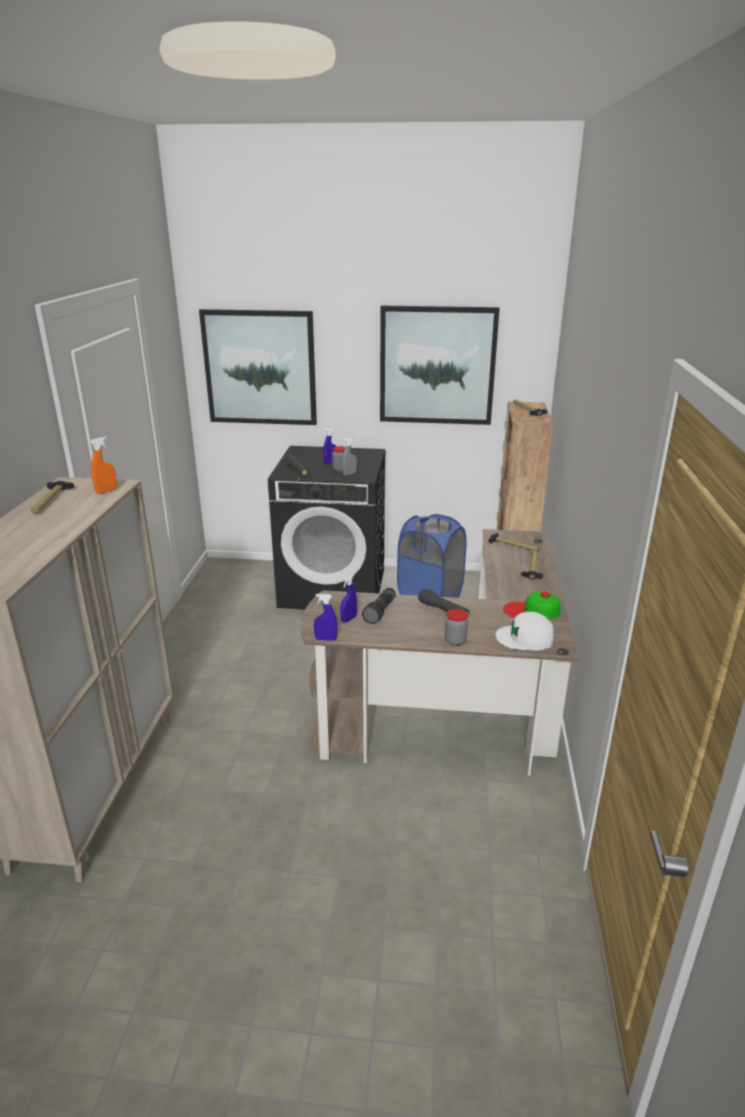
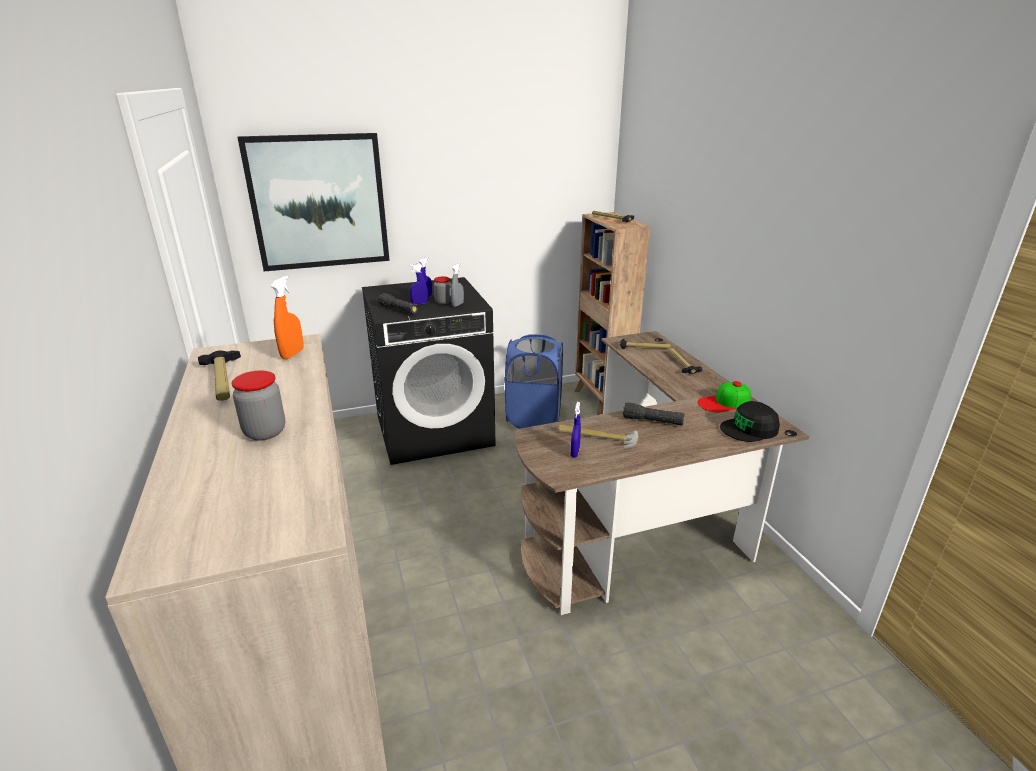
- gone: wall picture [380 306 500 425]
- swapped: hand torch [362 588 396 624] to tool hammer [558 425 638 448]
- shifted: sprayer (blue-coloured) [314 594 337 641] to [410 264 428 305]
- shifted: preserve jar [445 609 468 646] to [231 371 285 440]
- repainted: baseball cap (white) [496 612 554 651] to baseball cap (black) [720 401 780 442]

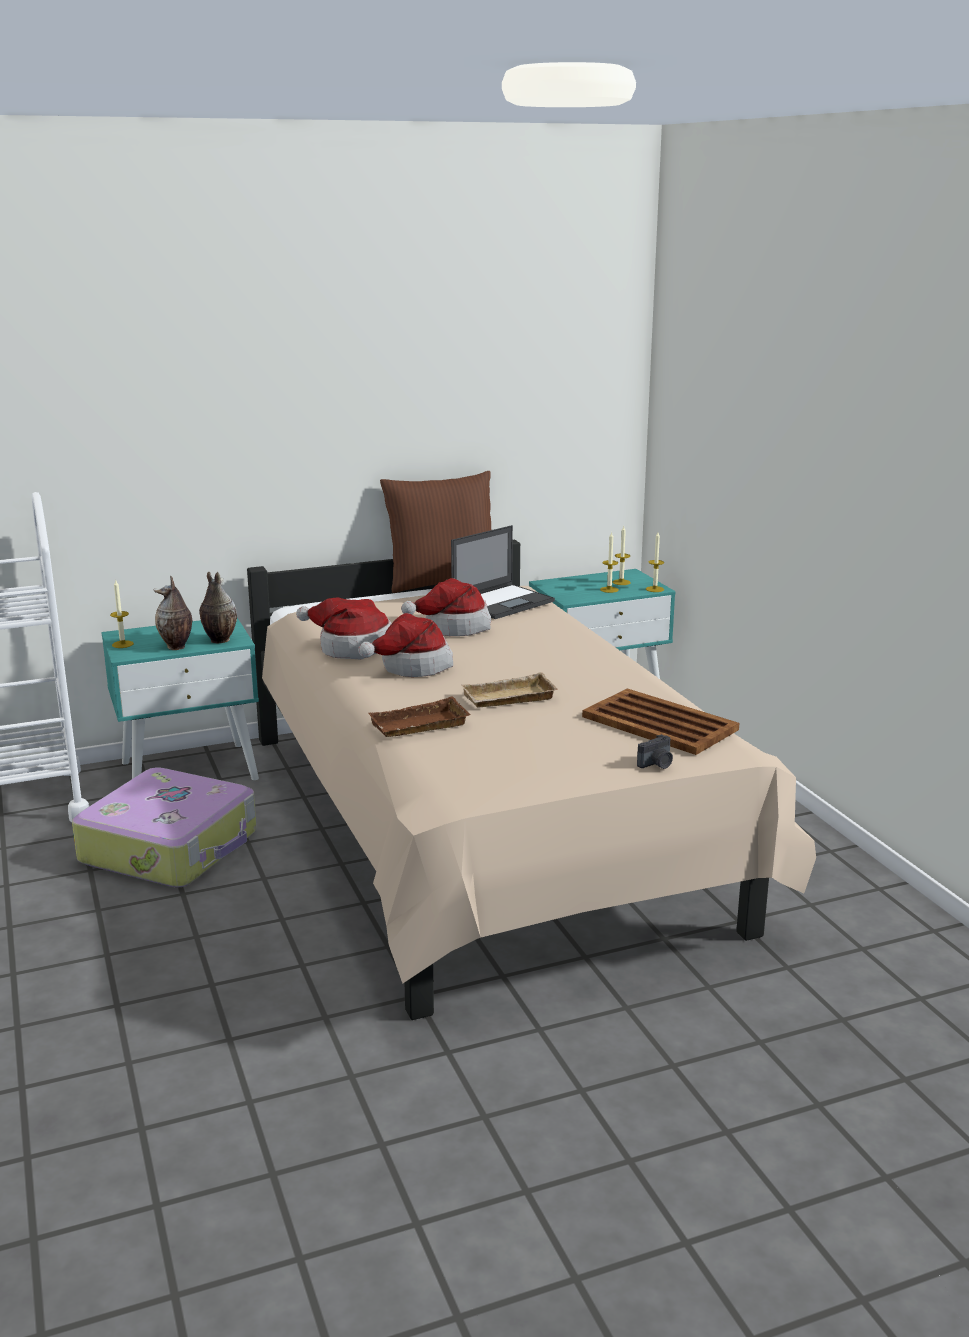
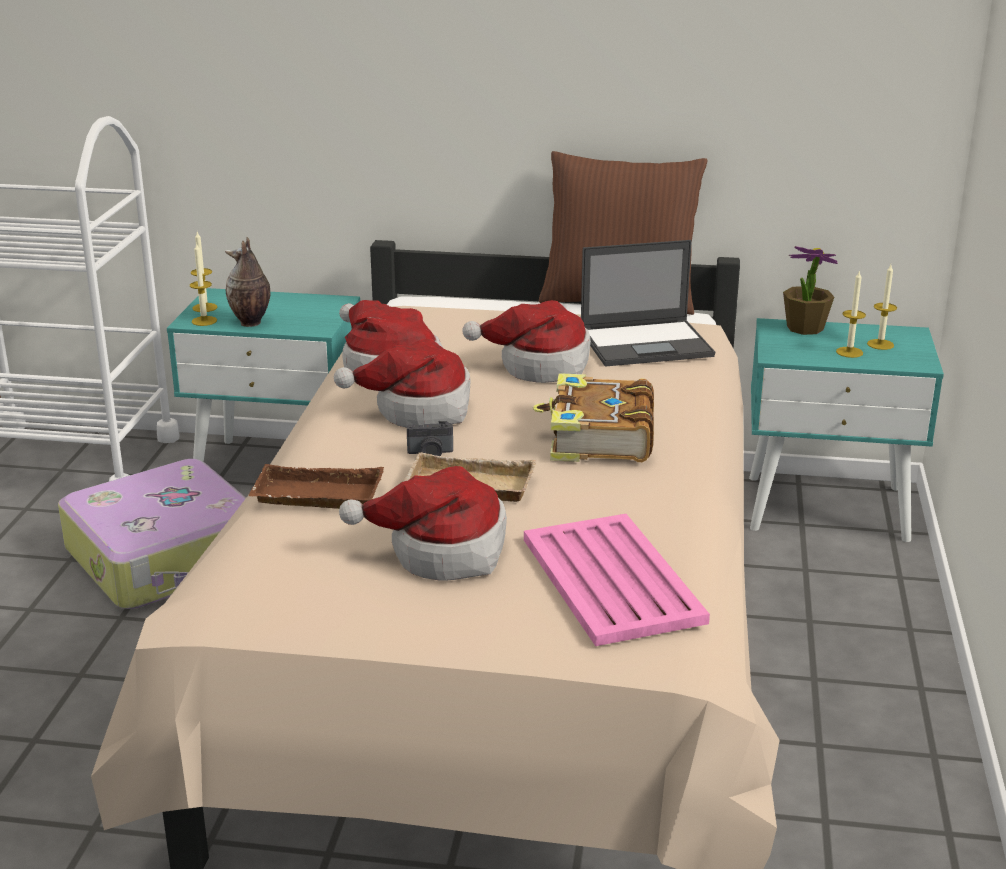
- shifted: candle [646 532 664 592] to [190 242 217 326]
- gone: vase [199 572 237 643]
- repainted: carrying tray (brown) [582 688 739 755] to carrying tray (pinkish) [524 514 710 646]
- shifted: photo camera [637 734 673 769] to [407 421 453 456]
- new: plant in a pot [783 246 838 335]
- new: book [533 373 654 462]
- new: clothing hat [339 466 507 581]

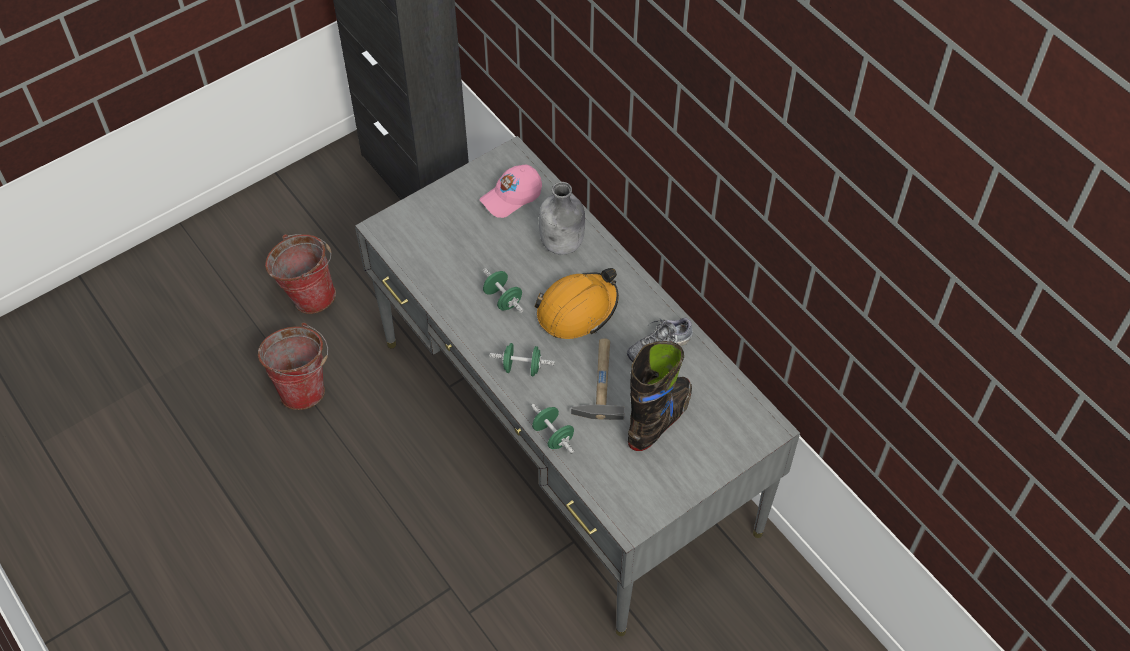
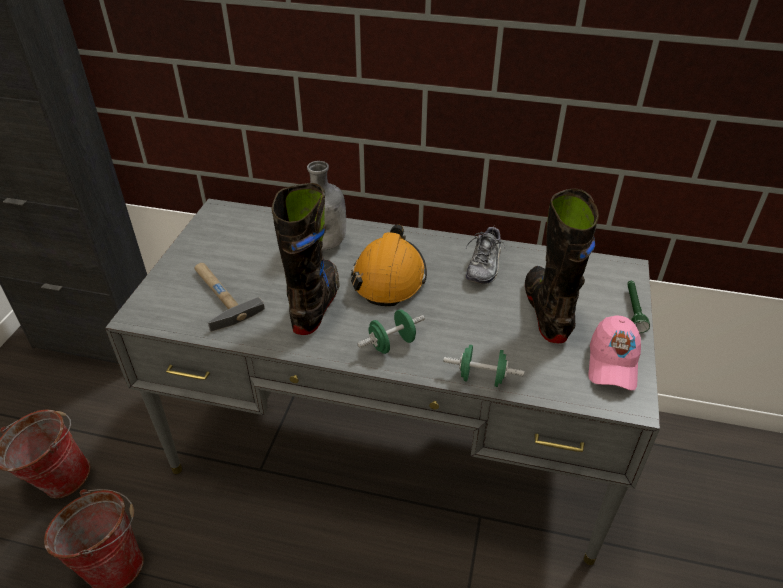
- shifted: baseball cap (pinkish) [480 165 542 218] to [588 316 641 391]
- swapped: hand weight (greenish) [483 268 524 313] to tall boot (black) [272 183 340 335]
- shifted: tool hammer [571 338 625 420] to [194 263 265 332]
- new: hand torch (greenish) [627 281 650 333]

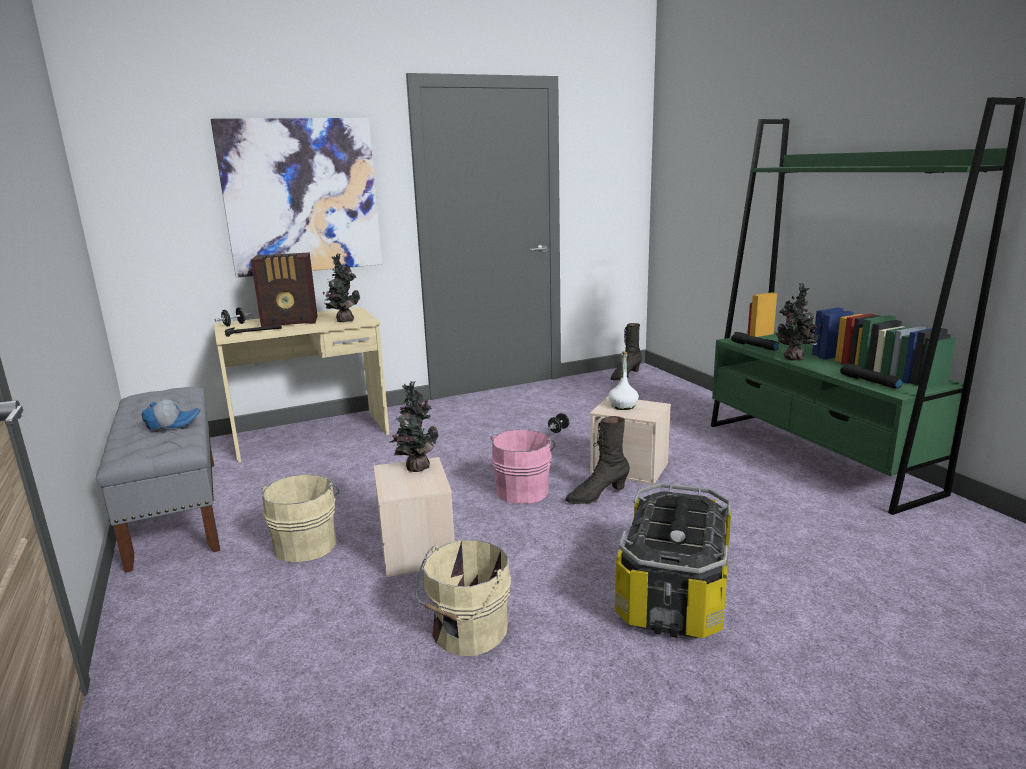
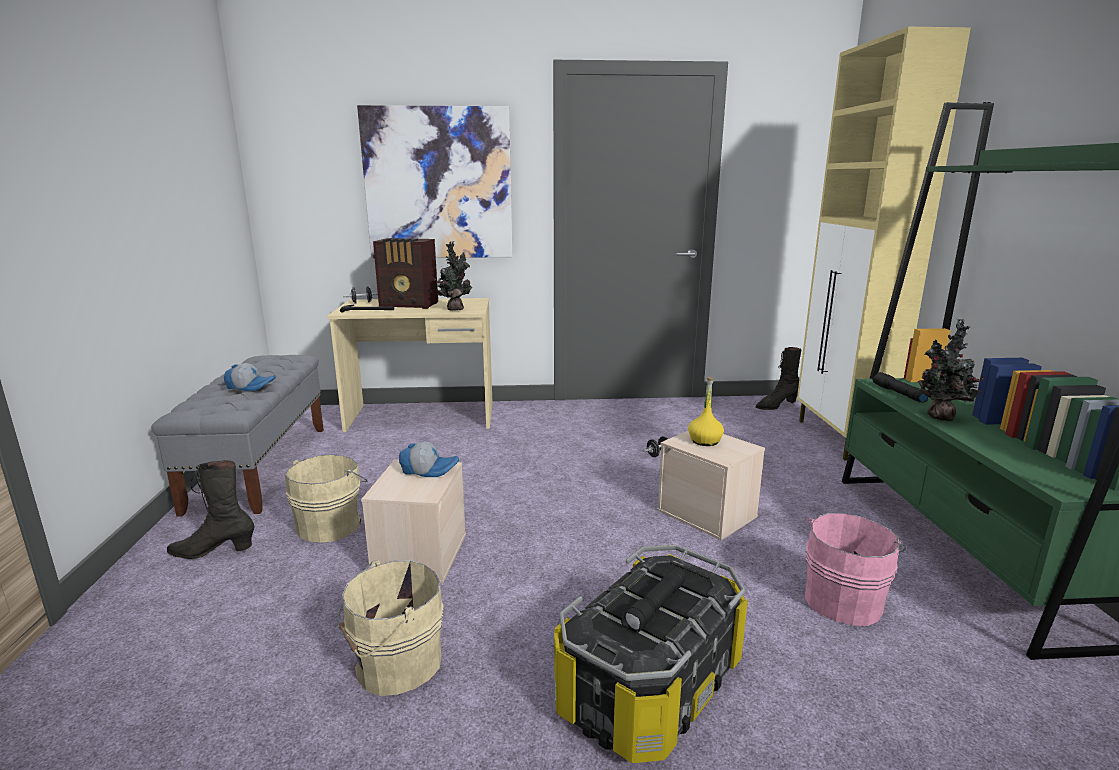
- repainted: drink bottle (white) [609 351 639 410] to drink bottle (yellow) [688 377 724 446]
- gone: hand torch (black) [840 363 902 389]
- swapped: plant in a pot [389 381 439 472] to baseball cap [399 441 459 477]
- shifted: tall boot (black) [565 416 630 504] to [167 460 254 559]
- shifted: water bucket (pinkish) [490 429 555 504] to [805 513 907 626]
- new: cupboard (beige-coloured) [797 27 971 460]

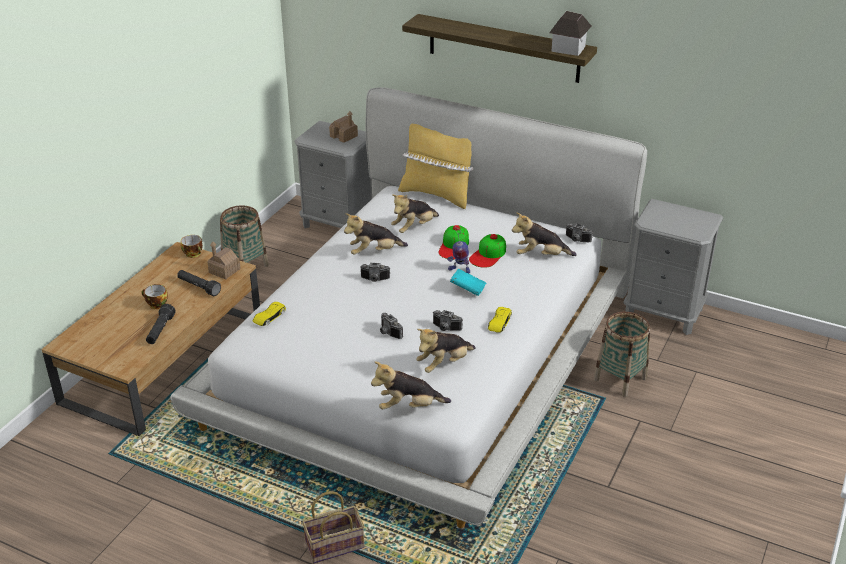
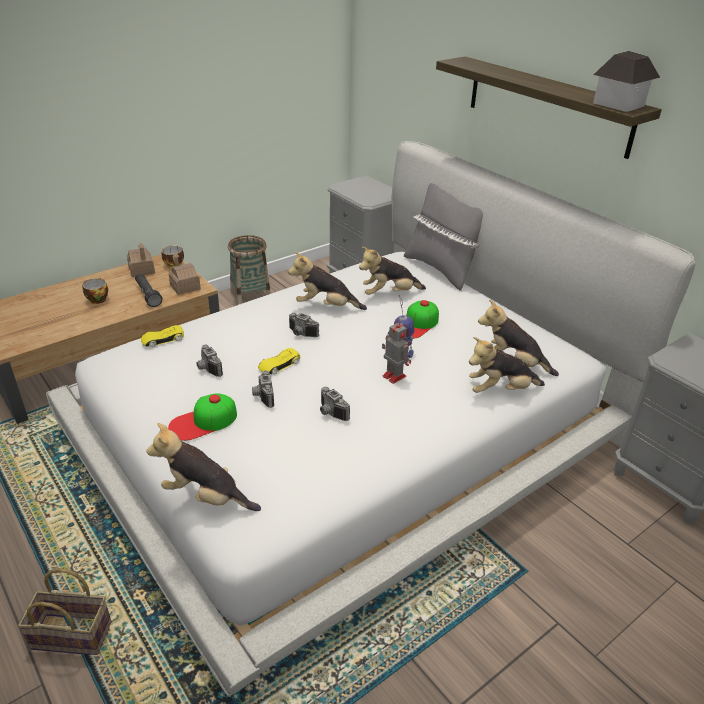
- shifted: toy house [329 111 358 143] to [127 243 155 277]
- repainted: pillow (yellow) [398 123 473 209] to pillow (greyish) [404 183 483 291]
- shifted: photo camera [566 223 593 242] to [196 345 223 377]
- shifted: baseball cap [469 234 506 268] to [168 393 237 441]
- swapped: book (turquoise) [450 269 486 296] to toy robot [382 319 411 384]
- gone: hand torch (black) [146 304 176 344]
- shifted: model car (yellow) [488 307 512 333] to [258 348 300 375]
- gone: storage basket [594 312 650 397]
- shifted: soft toy [416 329 476 373] to [469 337 545 393]

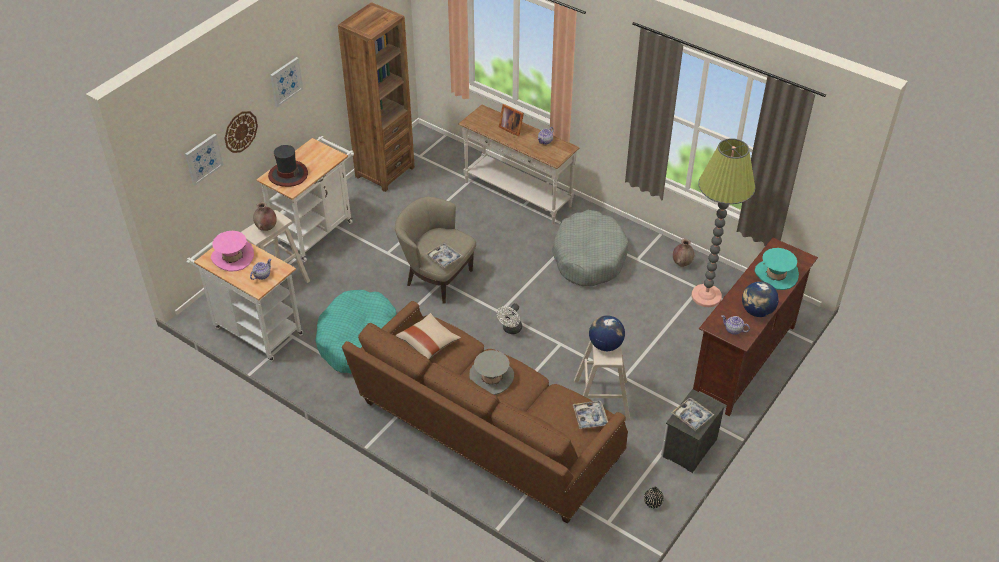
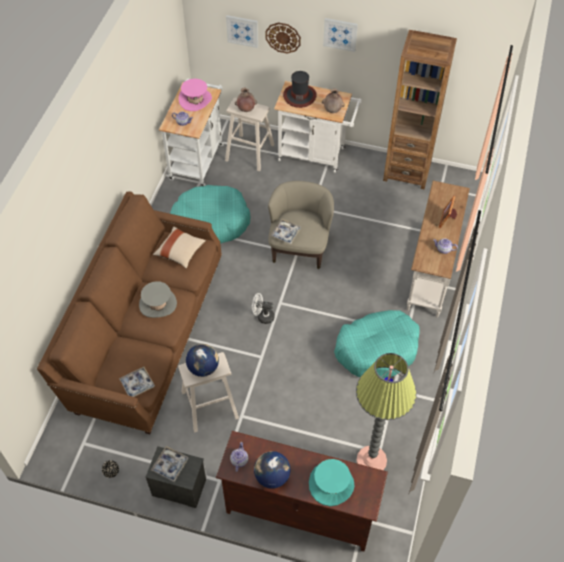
- repainted: dog bed (greyish) [552 210 629 286] to dog bed (turquoise) [334 310 420 378]
- shifted: vase (brown) [673 239 695 267] to [322 88 345 113]

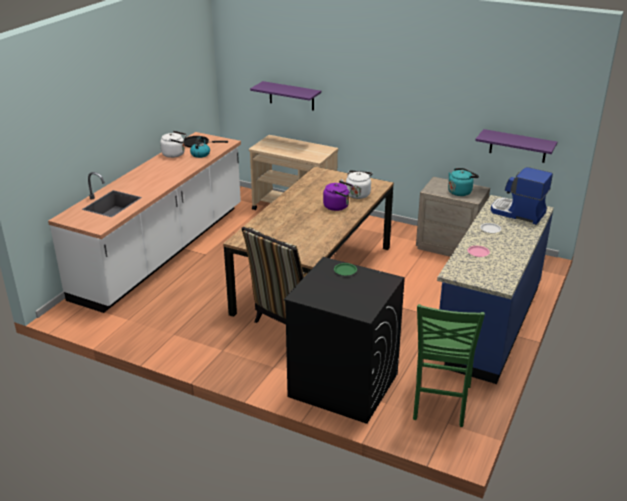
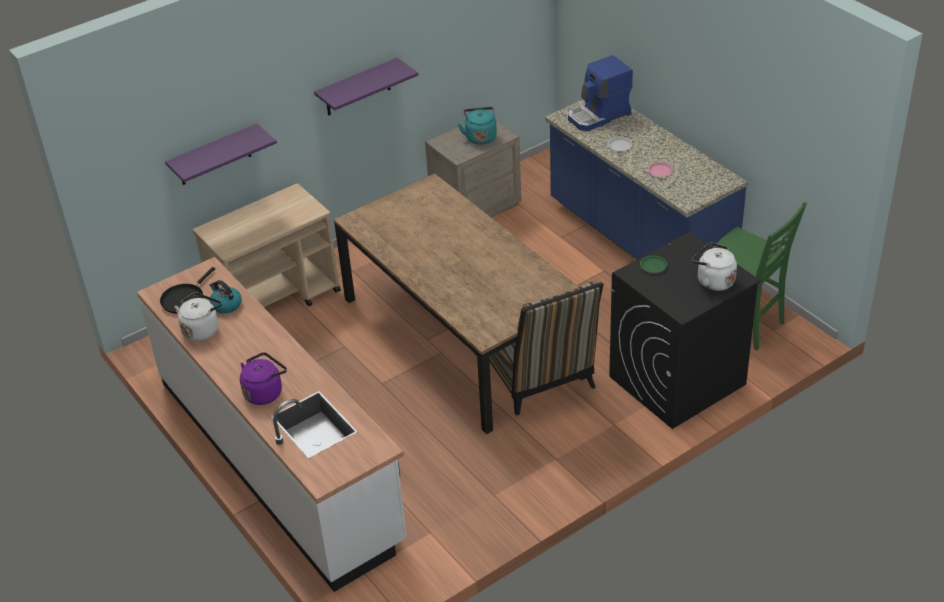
- shifted: wall shelf (purple) [475 129 557 163] to [314 58 418 115]
- shifted: water kettle (white) [340 170 373 199] to [691 243 737 291]
- shifted: water kettle (purple) [323 181 353 211] to [240 352 287 405]

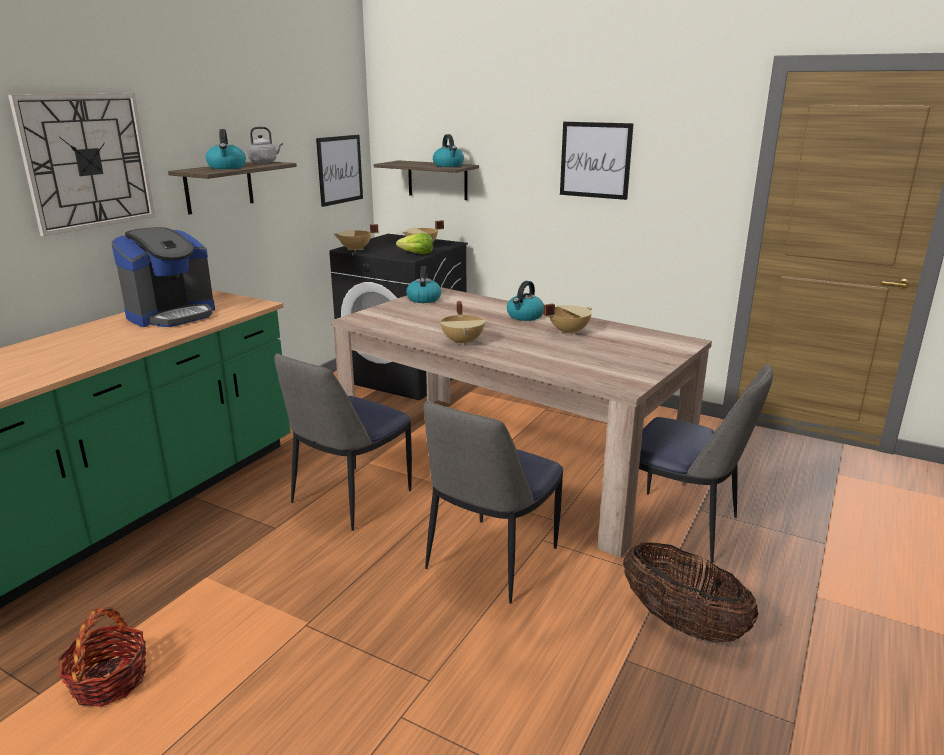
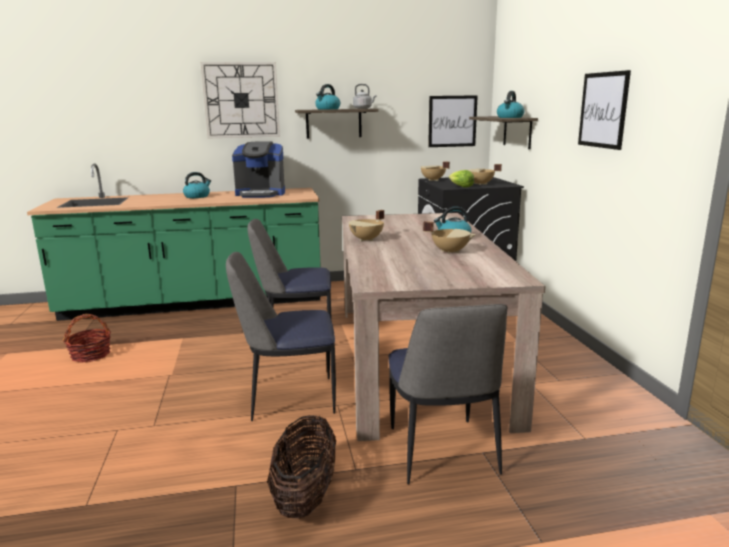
- shifted: water kettle [406 266 441 303] to [183 172 211 198]

